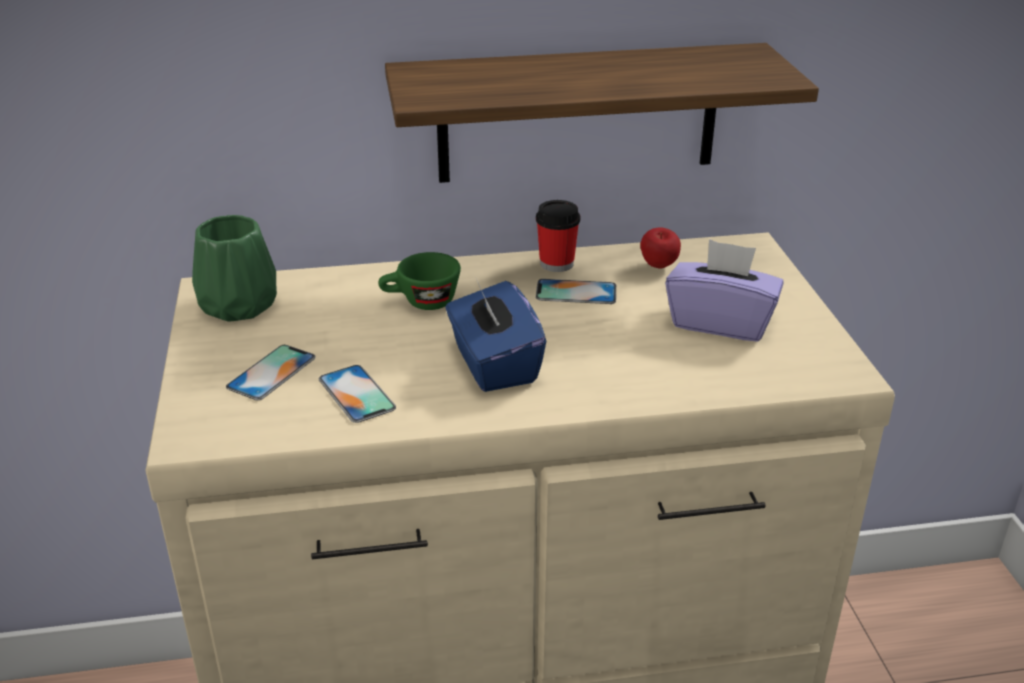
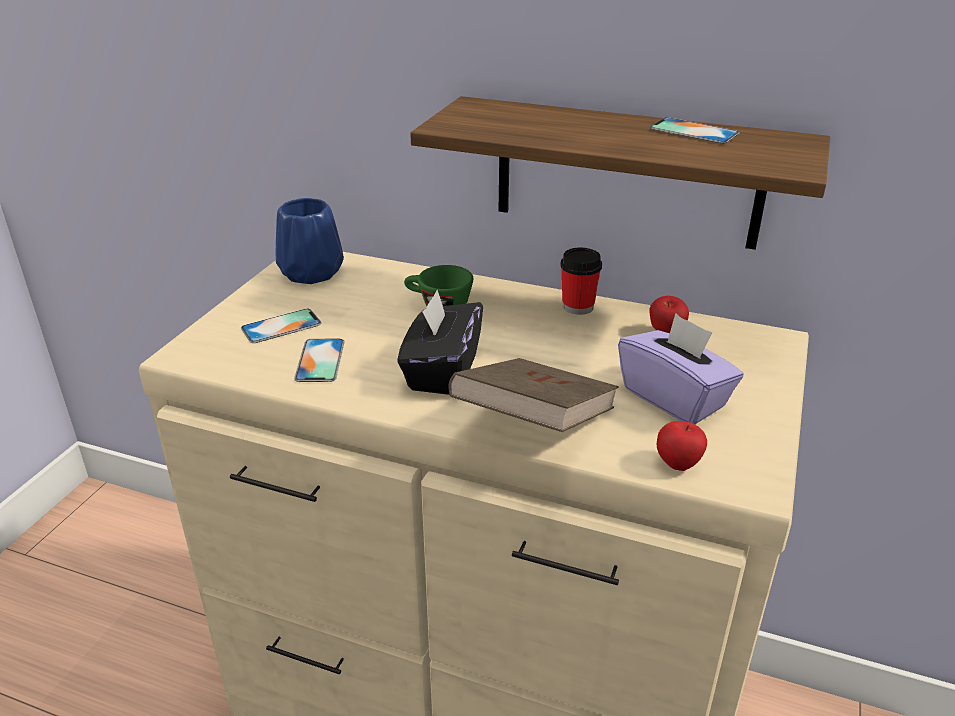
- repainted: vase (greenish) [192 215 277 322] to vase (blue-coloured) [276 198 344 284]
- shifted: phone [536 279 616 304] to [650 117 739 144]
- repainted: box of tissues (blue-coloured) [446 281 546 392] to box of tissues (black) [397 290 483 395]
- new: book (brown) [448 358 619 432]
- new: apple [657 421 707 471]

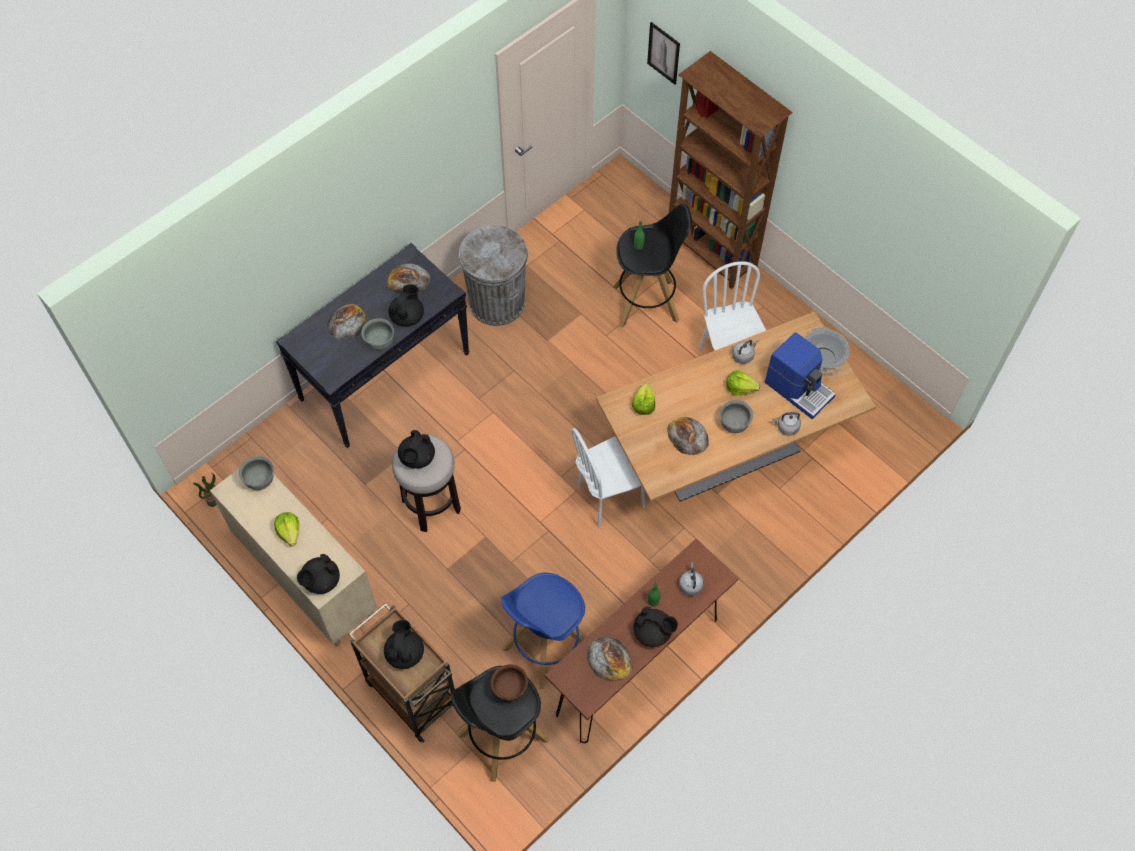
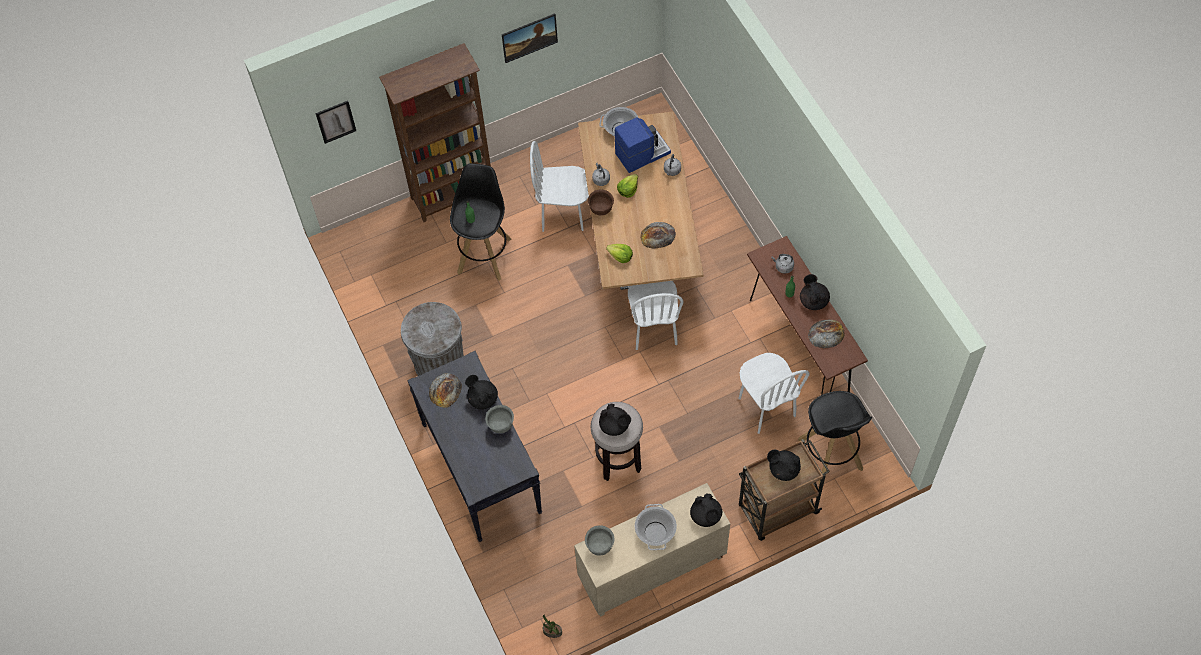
- gone: bakery bread [328 304 367 341]
- gone: bowl (greyish) [720 400 753 433]
- swapped: lettuce head [274 512 299 546] to saucepot [635 504 677 550]
- swapped: stool (blue-coloured) [501 573 585 689] to plain chair (white) [738 353 809 434]
- rotated: tea pot (black) [634 607 678 647] = [800 274 830 310] 60 degrees counterclockwise
- shifted: bowl (brown) [491 664 528 702] to [588 190 614 216]
- new: wall picture [502 14 558 63]

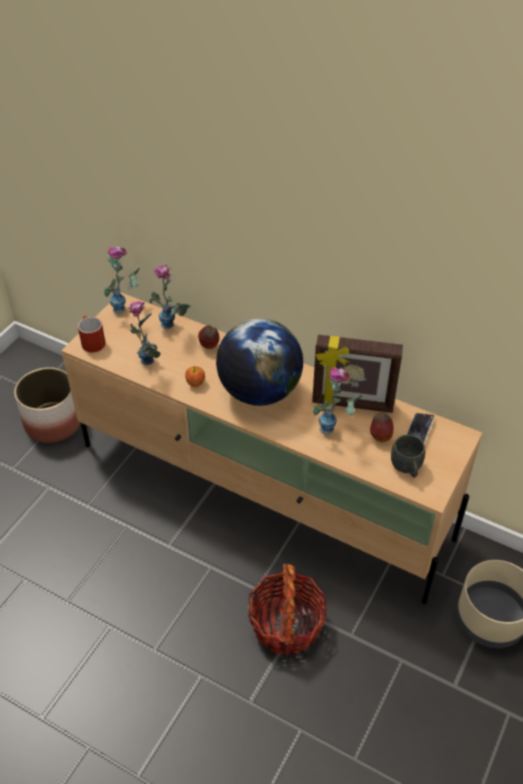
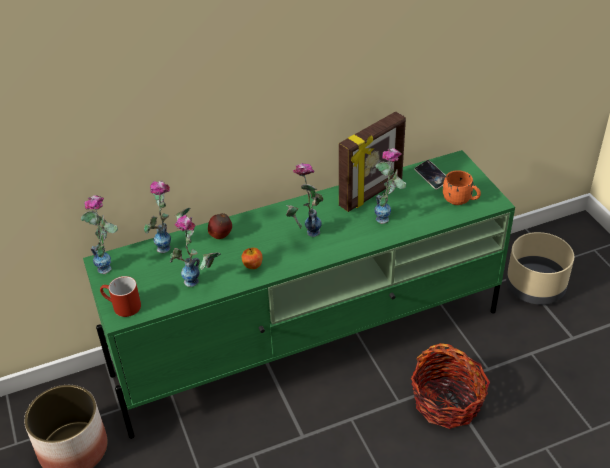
- repainted: tv stand (beige-coloured) [61 292 482 604] to tv stand (greenish) [83 150 515 439]
- swapped: desk globe [216 318 303 406] to vase [286 163 323 237]
- gone: apple [370 412 393 443]
- repainted: mug (greyish) [391 435 425 478] to mug (orange) [443 170 481 205]

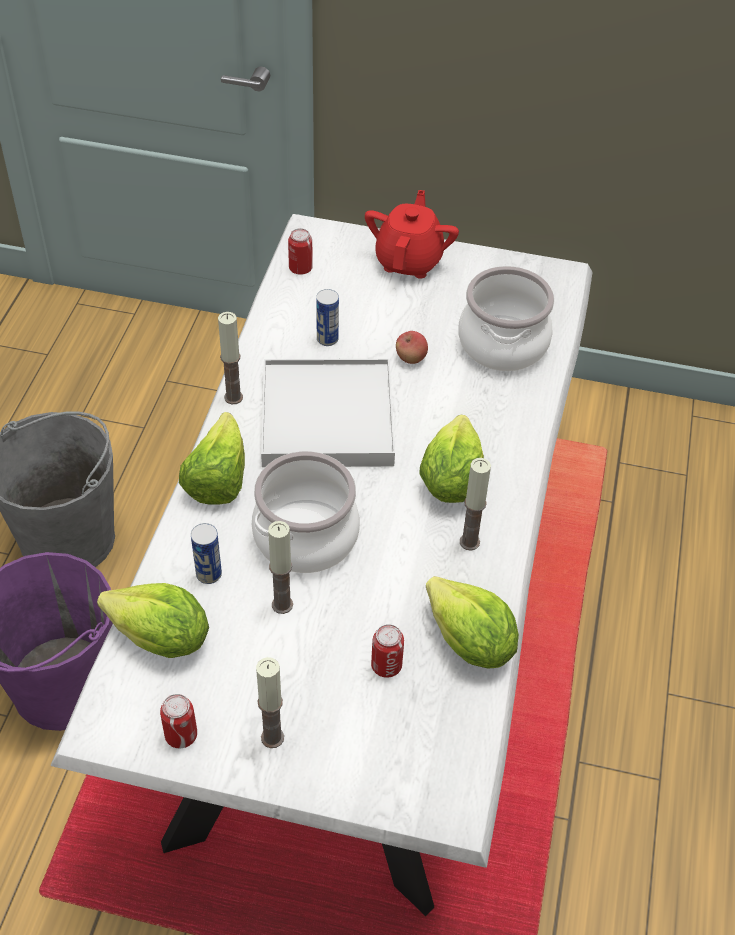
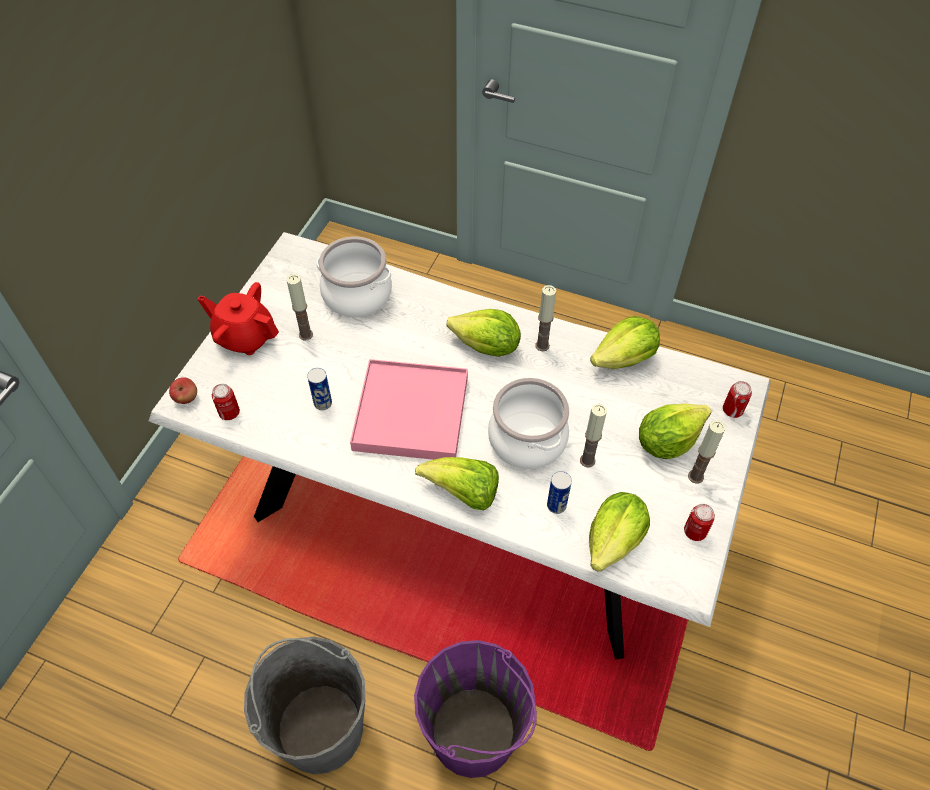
- shifted: candle [218 312 243 404] to [287 274 313 340]
- shifted: apple [396 331 428 364] to [169 377 197 404]
- repainted: carrying tray (white) [261 359 395 467] to carrying tray (pinkish) [350 359 468 460]
- shifted: sealed can [371 624 404 678] to [723 381 752 418]
- new: lettuce head [639 403 711 459]

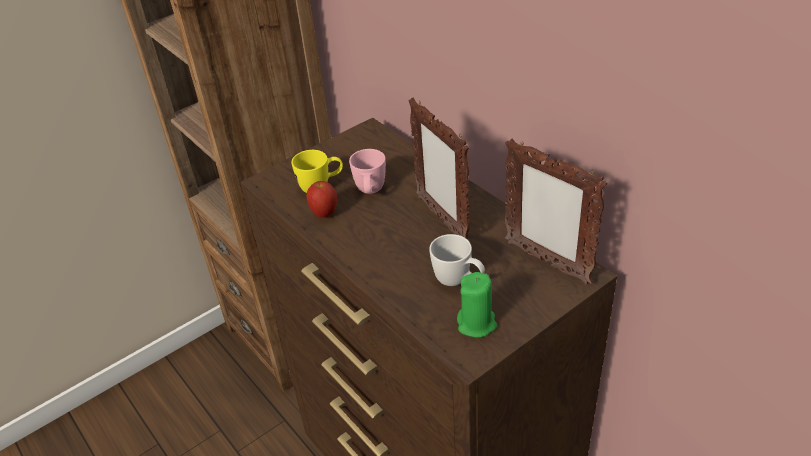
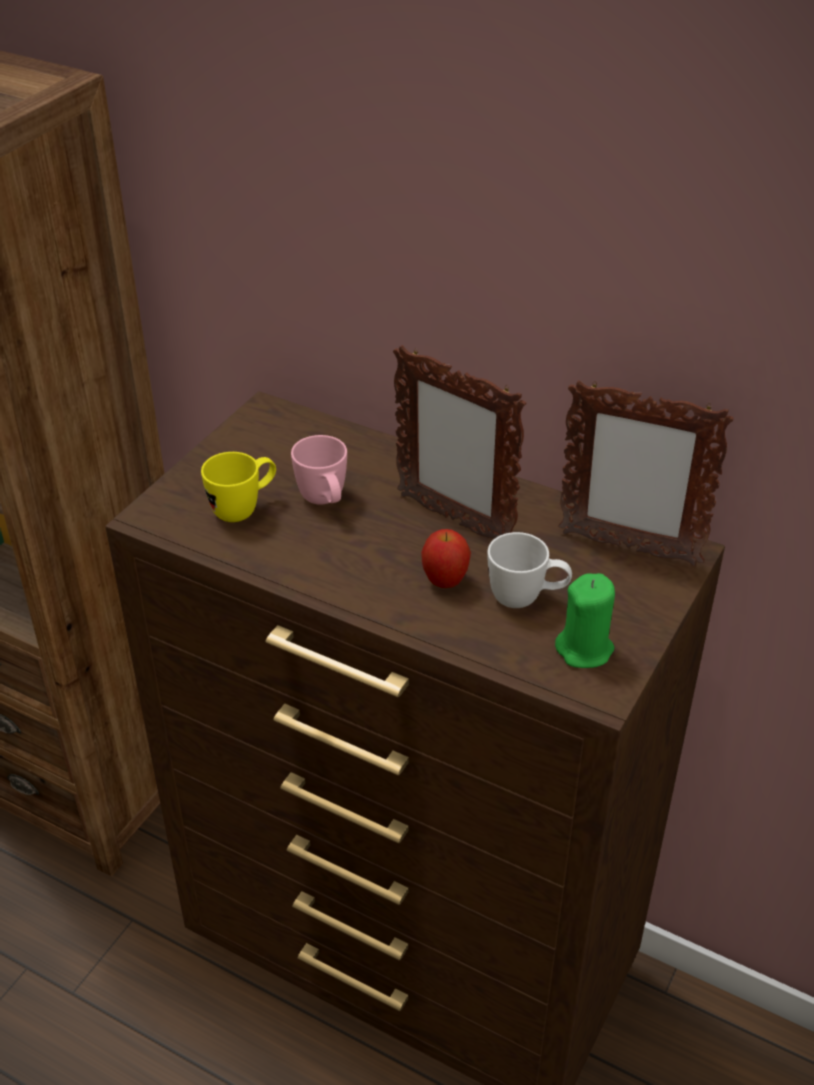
- shifted: apple [306 181 337 218] to [421 529 471 588]

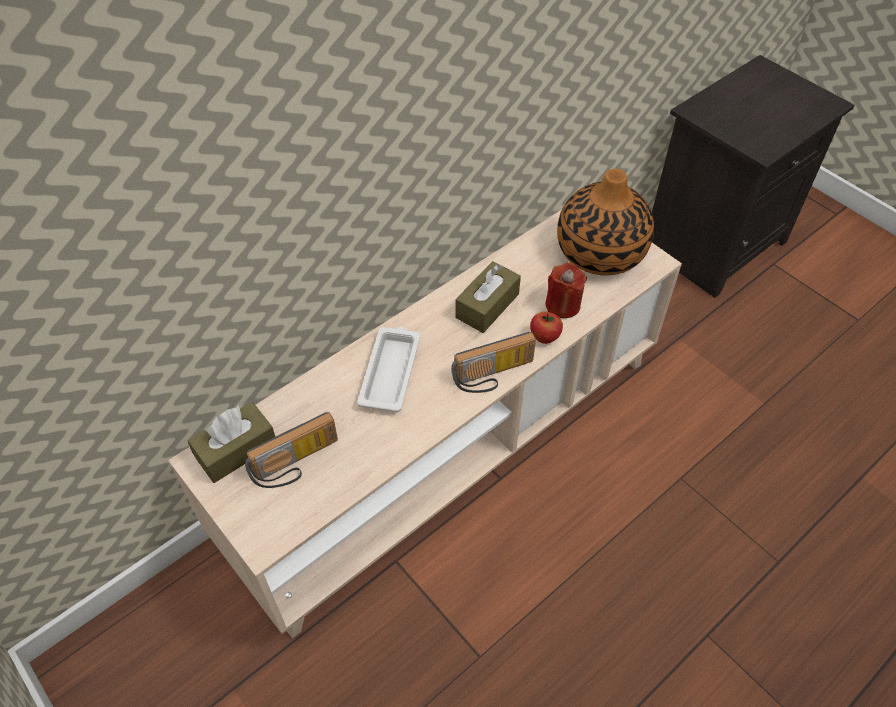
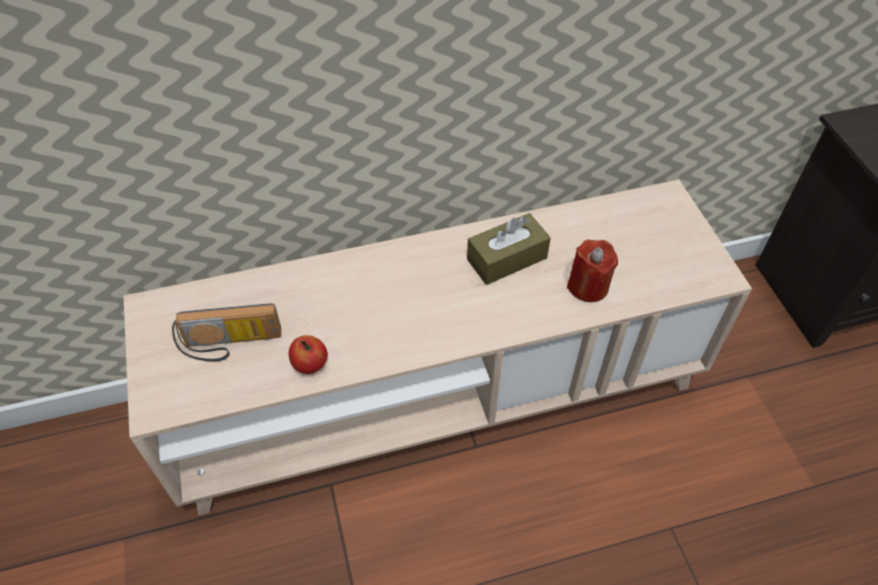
- gone: vase [557 169 654 275]
- shifted: apple [530 311 563 344] to [289 335 328 374]
- gone: carrying tray (white) [357 327 420 412]
- gone: radio [451 332 536 393]
- gone: box of tissues (brown) [188 402 275 483]

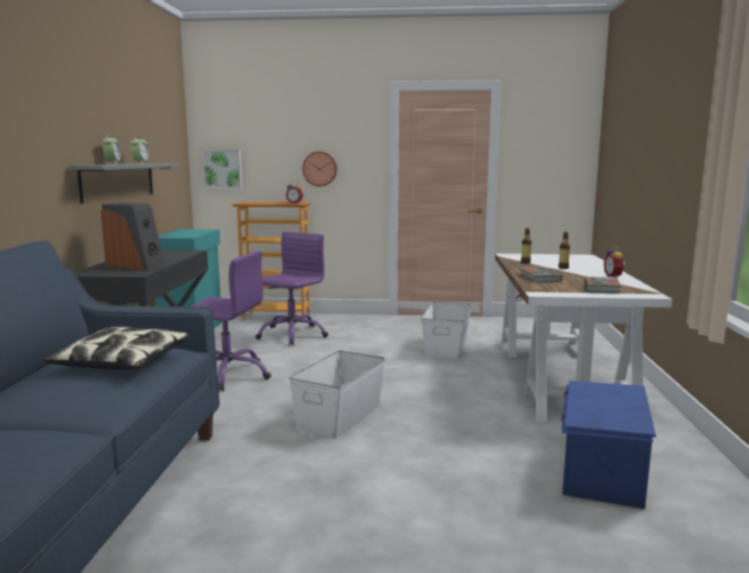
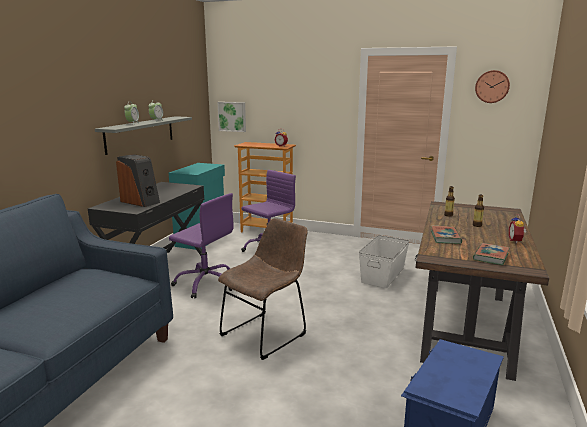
- shifted: clock on the wall [302 151 337 186] to [475 70 510 103]
- repainted: desk table (white) [495 254 672 422] to desk table (brown) [415 201 549 381]
- gone: pillow [44 326 189 370]
- swapped: storage box (white) [289 350 385 439] to plain chair (brown) [218 218 308 360]

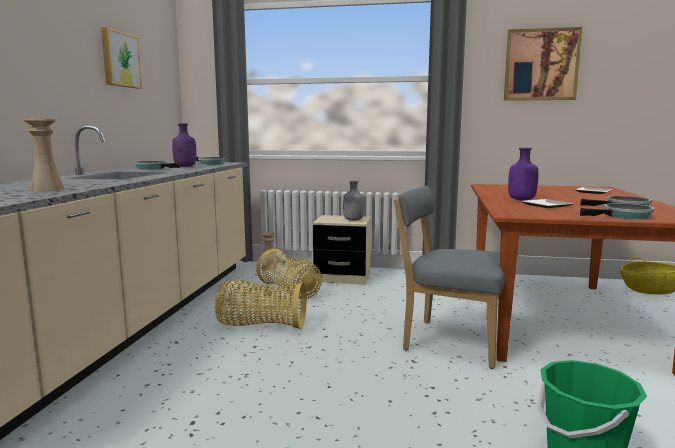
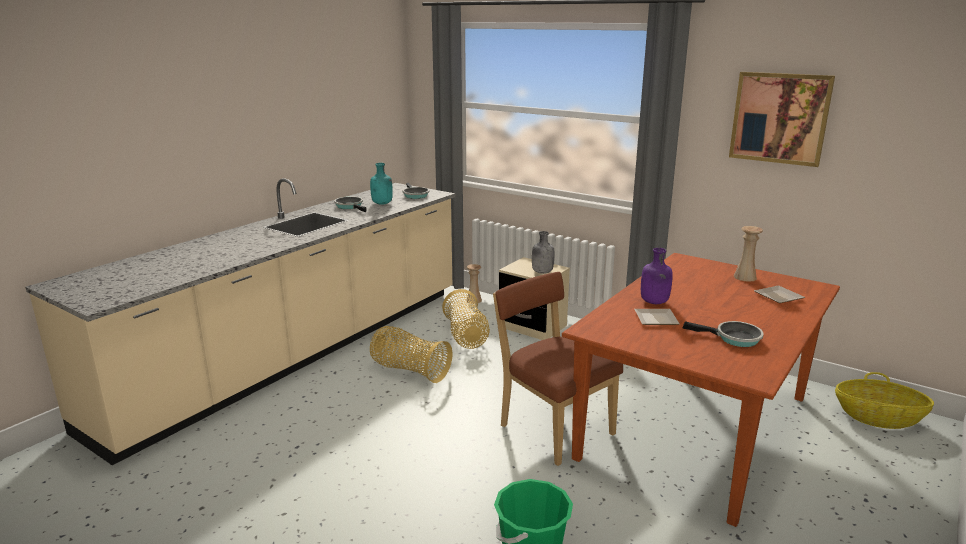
- gone: wall picture [101 27 142 89]
- shifted: vase (beige-coloured) [23 119 64 192] to [734 226 763 281]
- repainted: drink bottle (purple) [172 123 197 167] to drink bottle (turquoise) [370 163 393 205]
- repainted: plain chair (greyish) [394 186 505 369] to plain chair (brown) [493 272 623 466]
- gone: skillet [580 203 655 220]

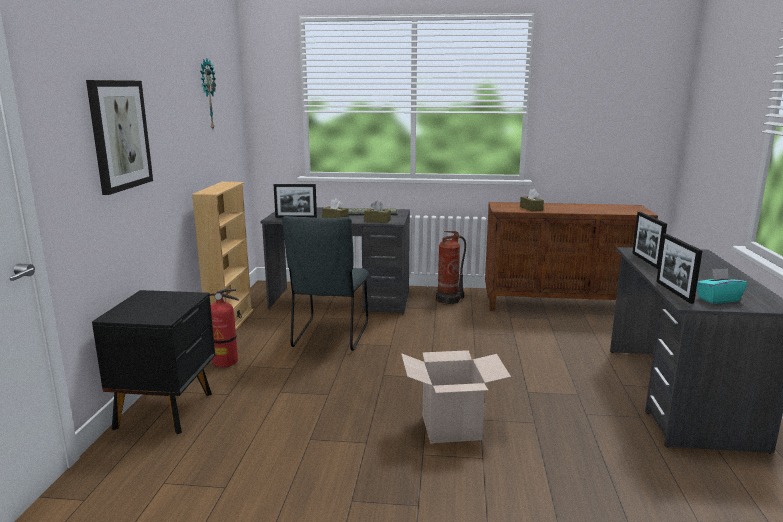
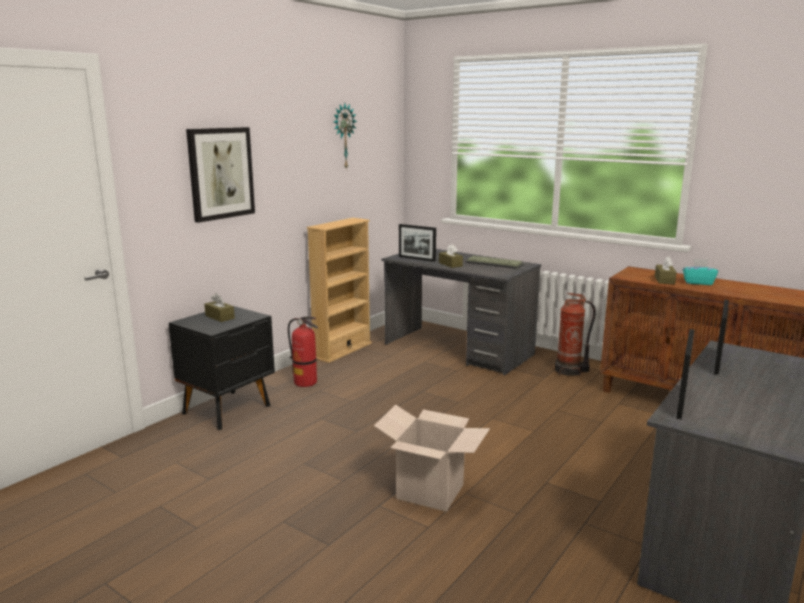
- shifted: box of tissues (brown) [364 201 391 223] to [204 293 235 322]
- gone: plain chair (greyish) [282 216 369 351]
- shifted: box of tissues (turquoise) [697 268 747 304] to [683 259 718 285]

